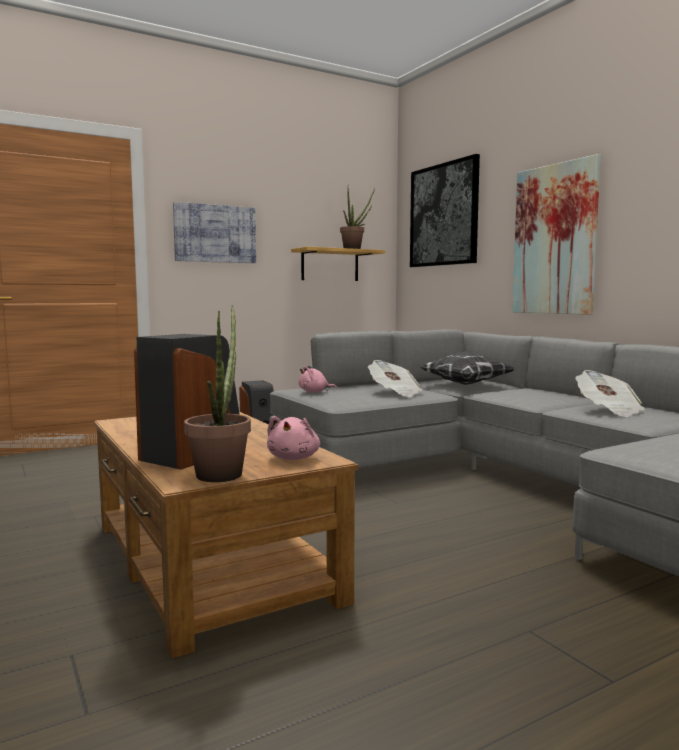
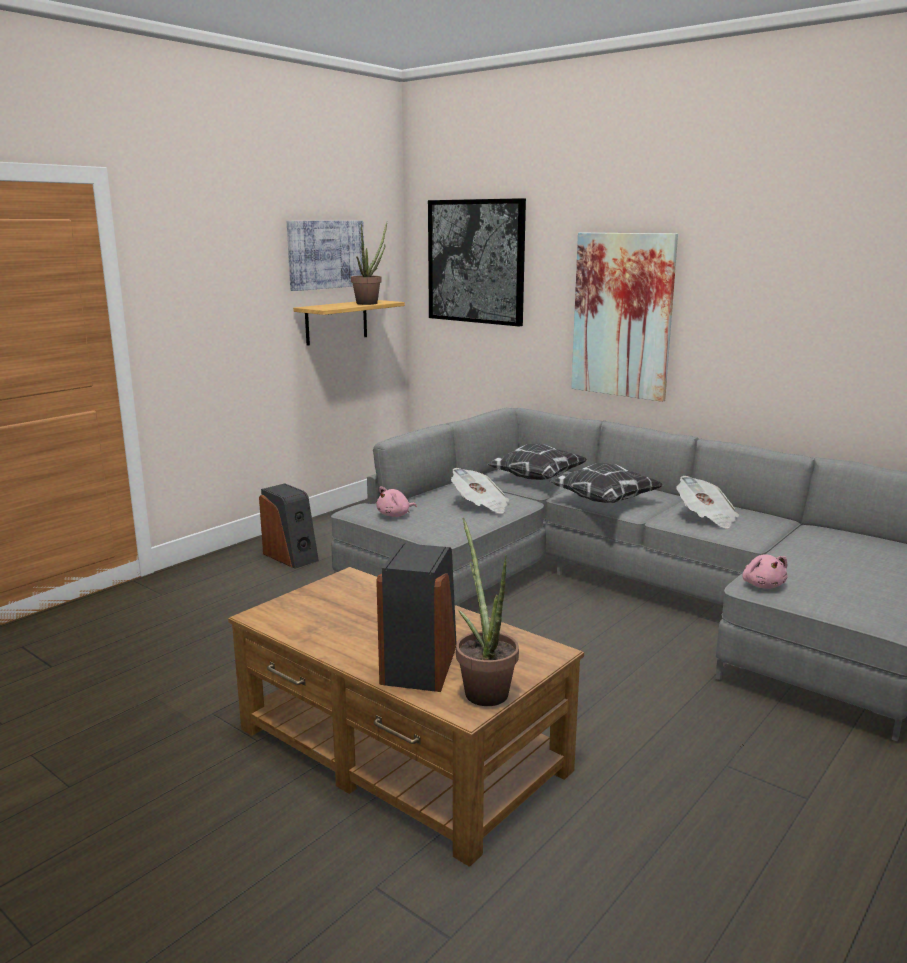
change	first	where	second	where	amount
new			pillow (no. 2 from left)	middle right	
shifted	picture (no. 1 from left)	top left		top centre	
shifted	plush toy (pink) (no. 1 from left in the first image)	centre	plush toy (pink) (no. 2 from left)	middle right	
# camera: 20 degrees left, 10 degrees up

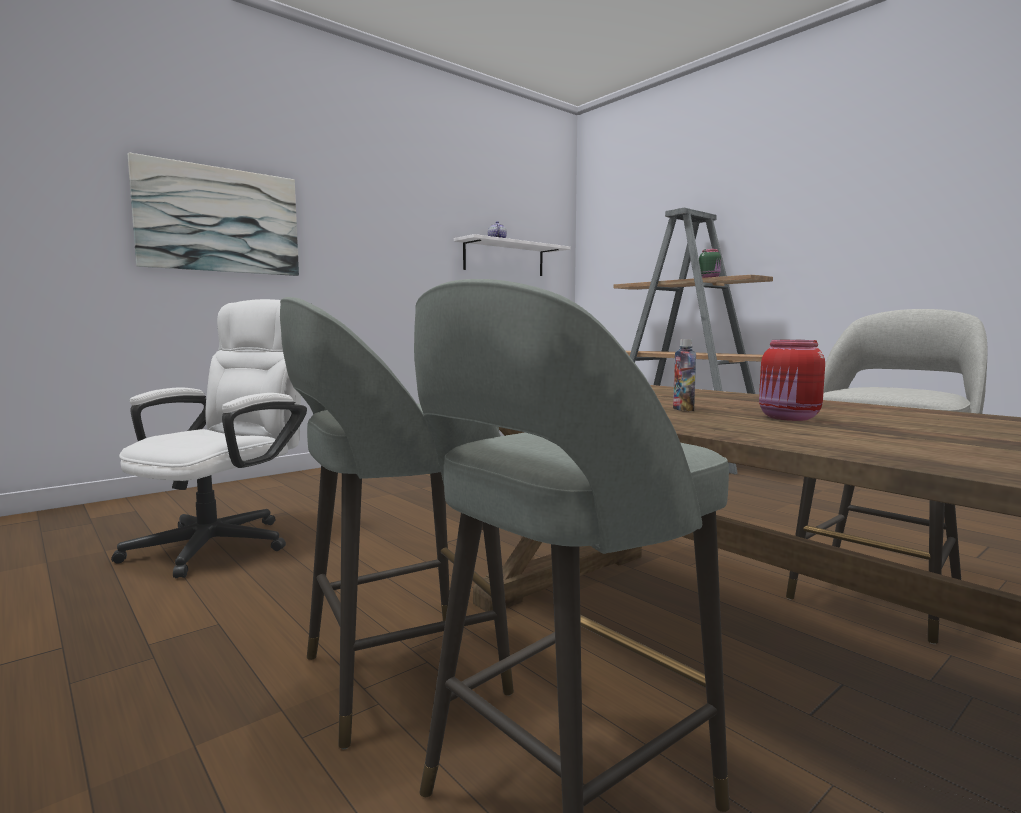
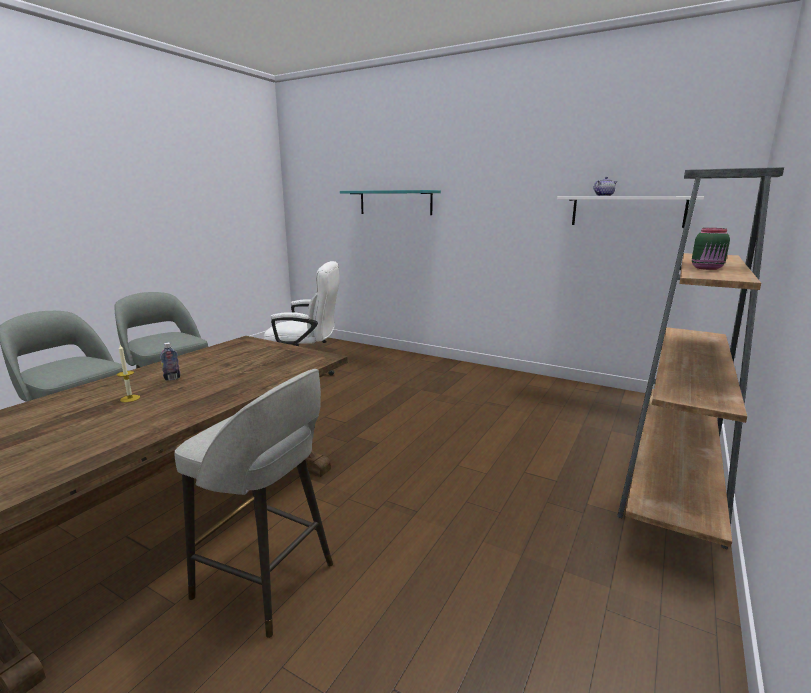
change	first	where	second	where	amount
swapped	picture	top left	shelf (turquoise)	top centre	
swapped	jar (red)	middle right	candle	middle left	
# camera: 70 degrees right, 10 degrees up

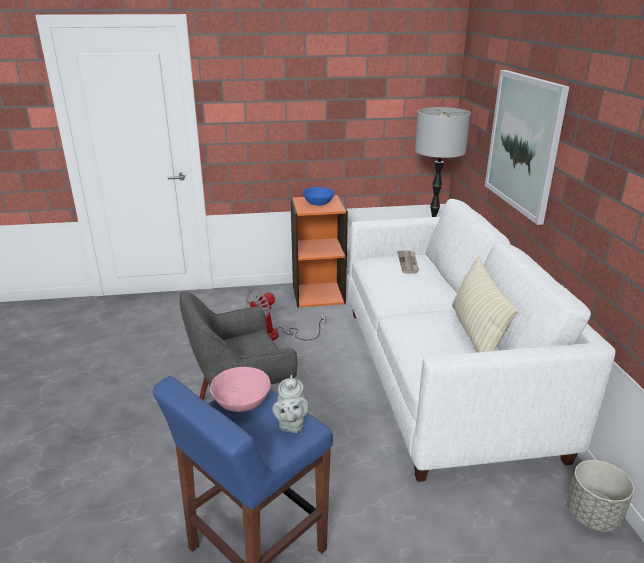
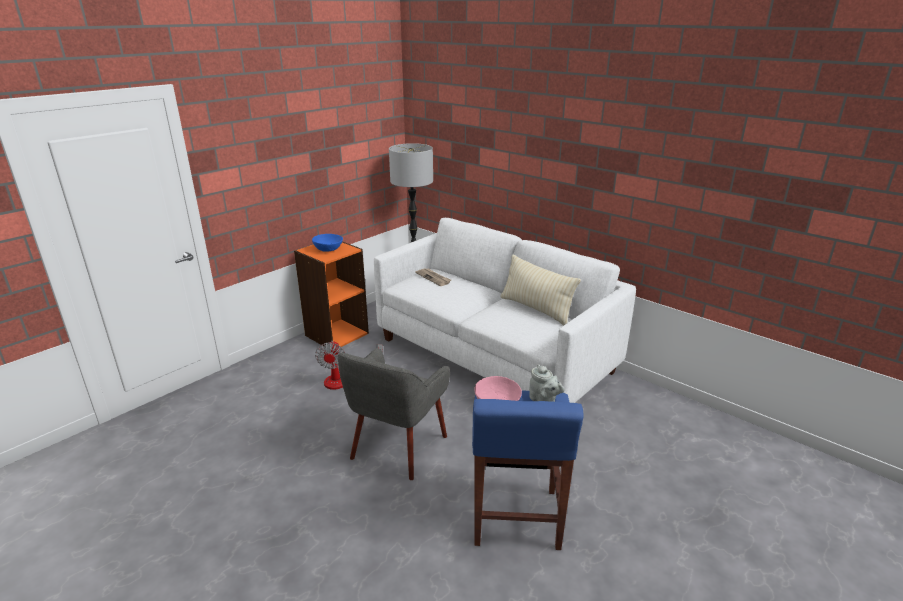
change	first	where	second	where	amount
gone	picture	top right			
gone	planter (grey)	bottom right			
# camera: 40 degrees left, 0 degrees up

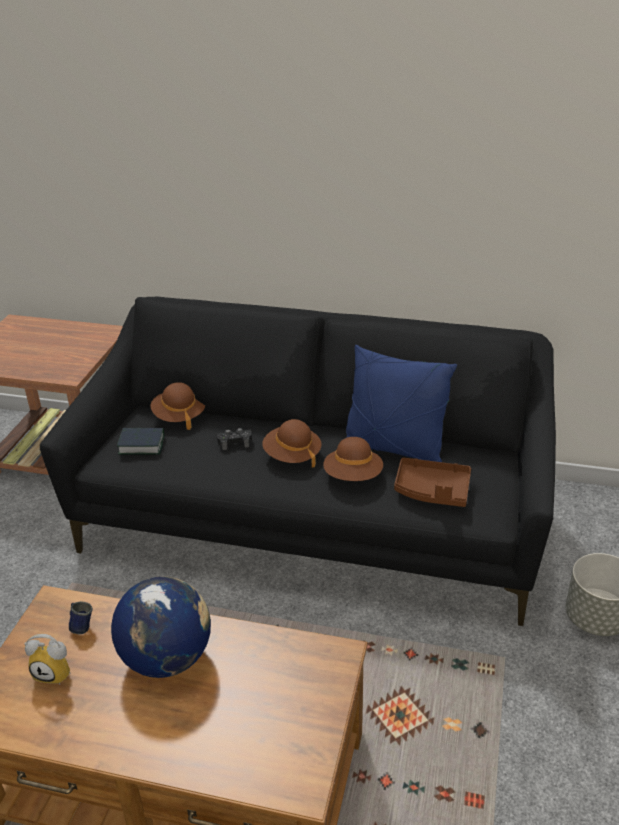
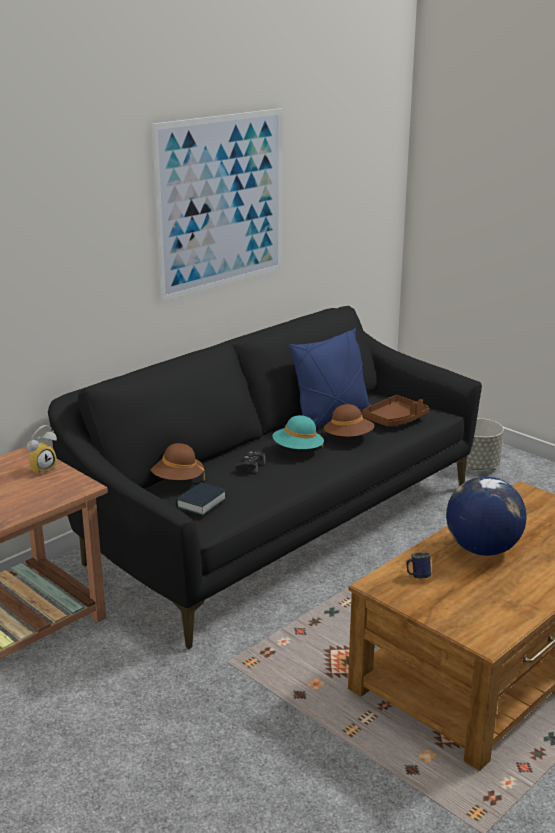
change	first	where	second	where	amount
new			picture	top centre	
shifted	alarm clock	bottom left		middle left	
repainted	hat (brown) (no. 2 from left)	centre	hat (turquoise)	centre	
# camera: 60 degrees left, 10 degrees down

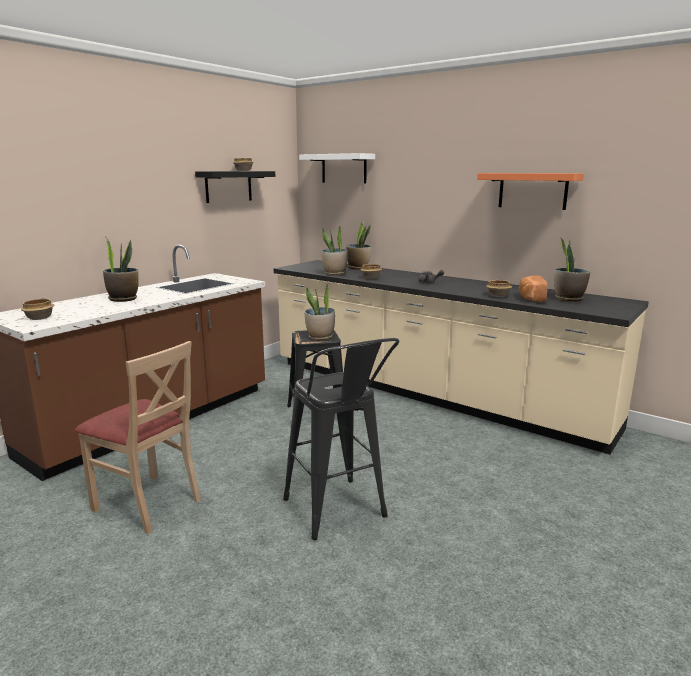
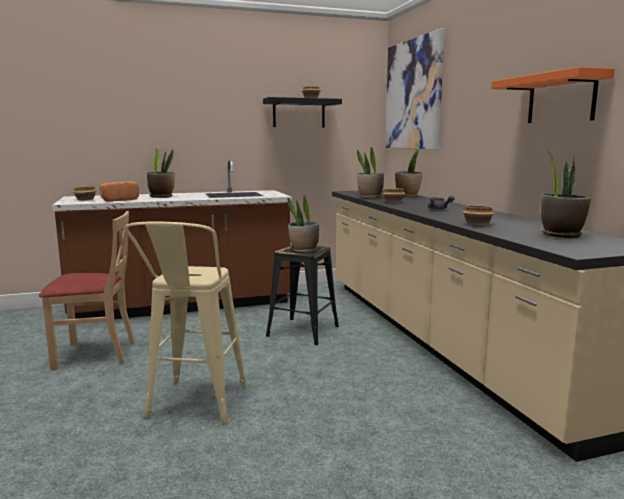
change	first	where	second	where	amount
shifted	bread	middle right		middle left	
swapped	shelf (white)	top centre	picture	top centre	
repainted	stool (black) (no. 2 from left)	centre	stool (beige)	middle left	
rotated	chair (beige)	middle left		middle left	75 degrees counterclockwise
# camera: 35 degrees right, 5 degrees down

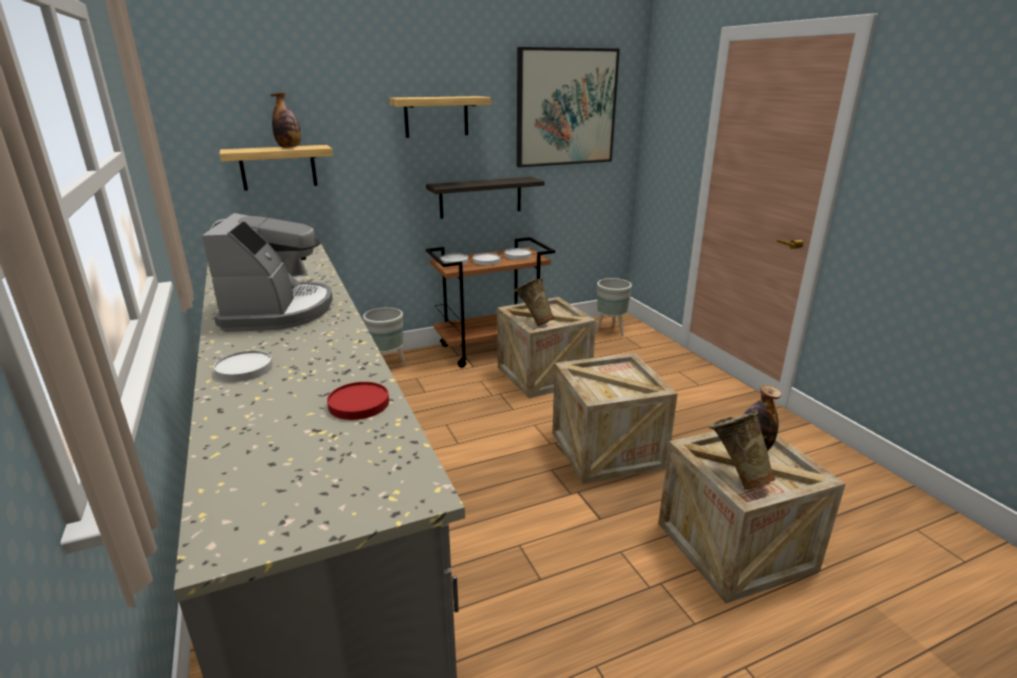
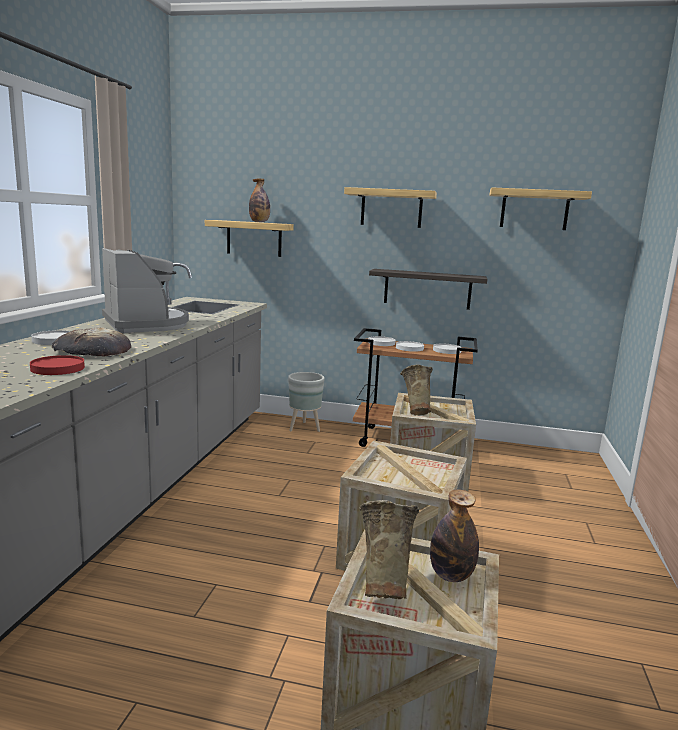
change	first	where	second	where	amount
gone	planter (grey) (no. 2 from left)	centre			
new			bread	middle left	
swapped	picture	top centre	shelf (no. 4 from left)	top right	
rotated	coffee machine	middle left		middle left	60 degrees counterclockwise
# camera: 35 degrees right, 10 degrees down

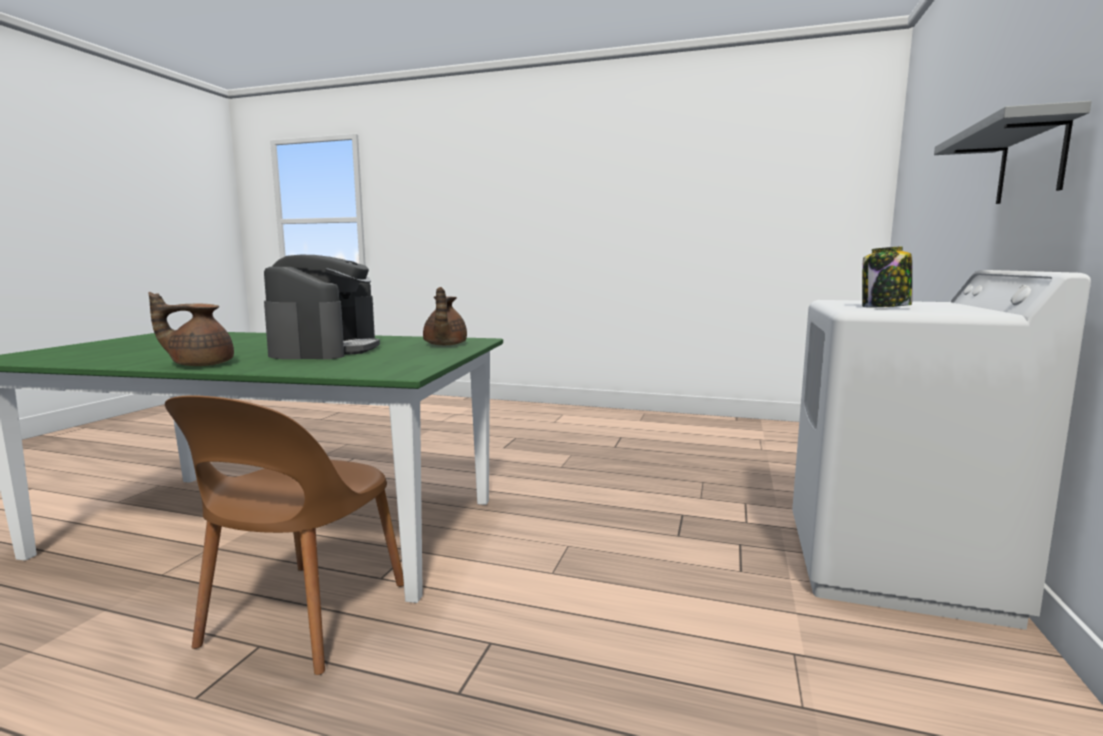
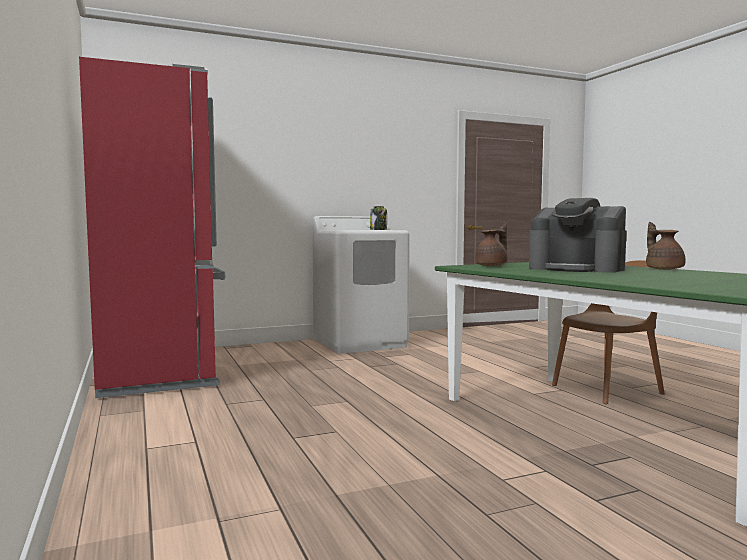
change	first	where	second	where	amount
gone	shelf (grey)	top right			
new			fridge (red)	middle left	
rotated	teapot (brown) (no. 1 from left in the first image)	middle left	teapot (brown) (no. 2 from left)	middle right	135 degrees counterclockwise
rotated	coffee machine	middle left		middle right	105 degrees counterclockwise
# camera: 130 degrees left, 5 degrees down

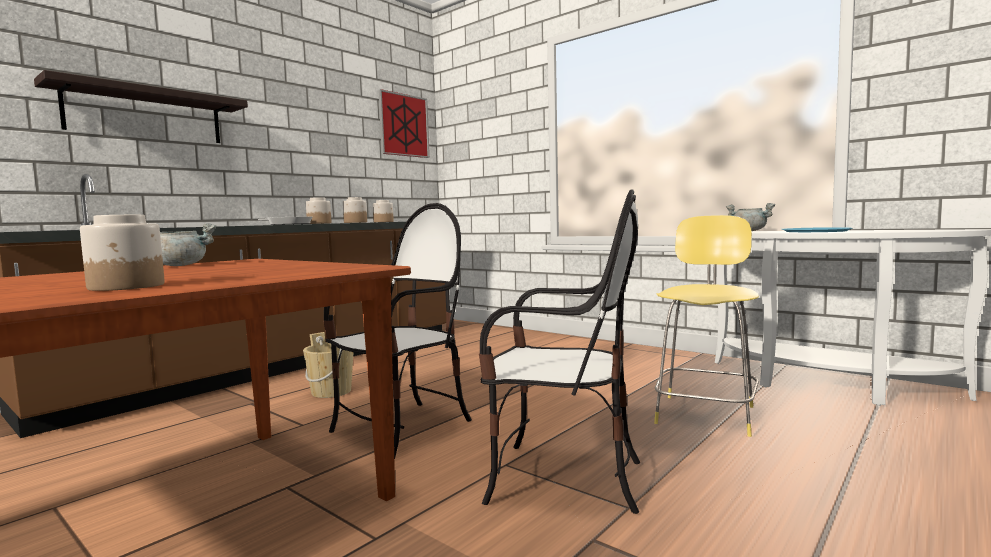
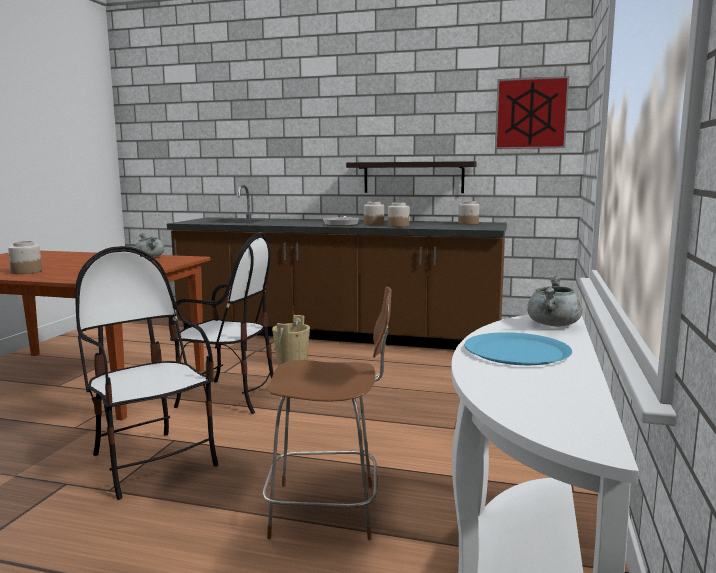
change	first	where	second	where	amount
shifted	shelf	top left		top centre	
repainted	stool (yellow)	middle right	stool (brown)	bottom centre	
rotated	chair (no. 2 from left in the first image)	centre	chair (no. 1 from left)	middle left	150 degrees clockwise
# camera: 65 degrees right, 5 degrees up

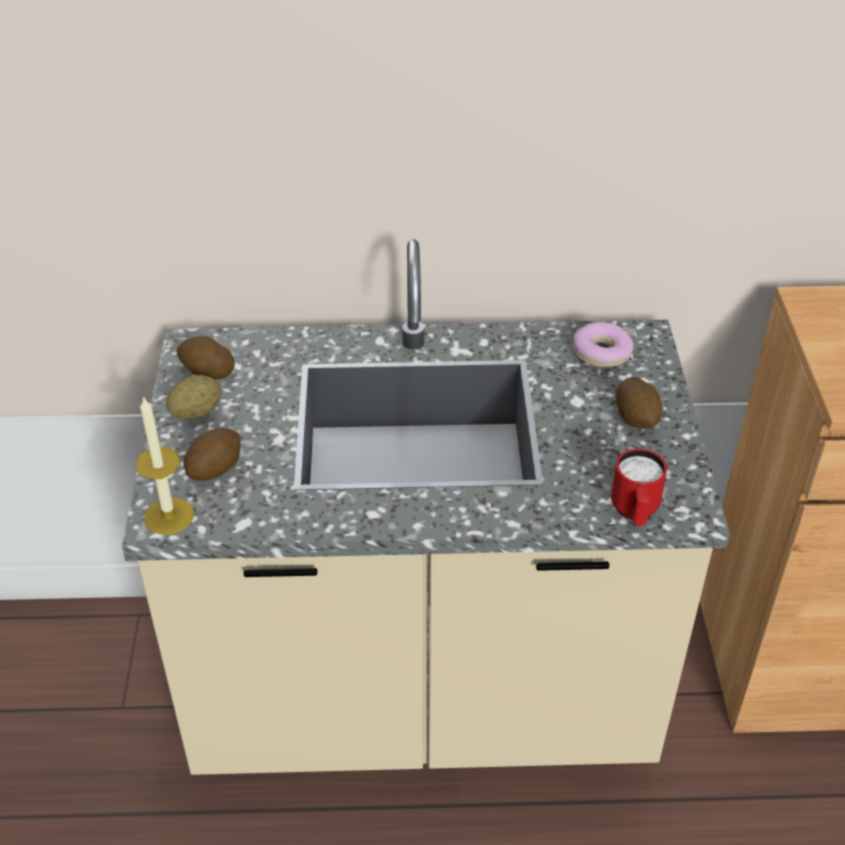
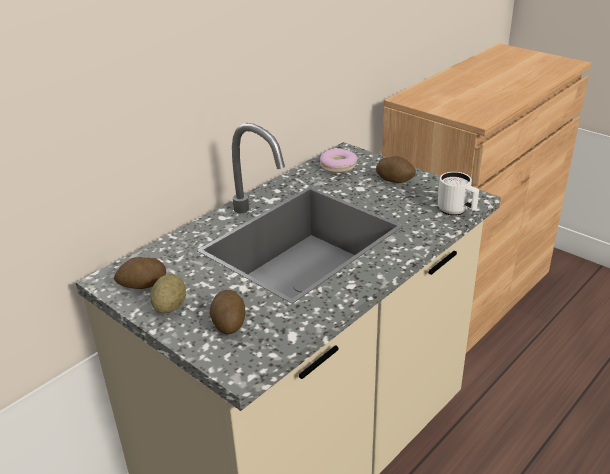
change	first	where	second	where	amount
gone	candle	middle left			
repainted	mug (red)	middle right	mug (white)	middle right	
# camera: 45 degrees left, 10 degrees down

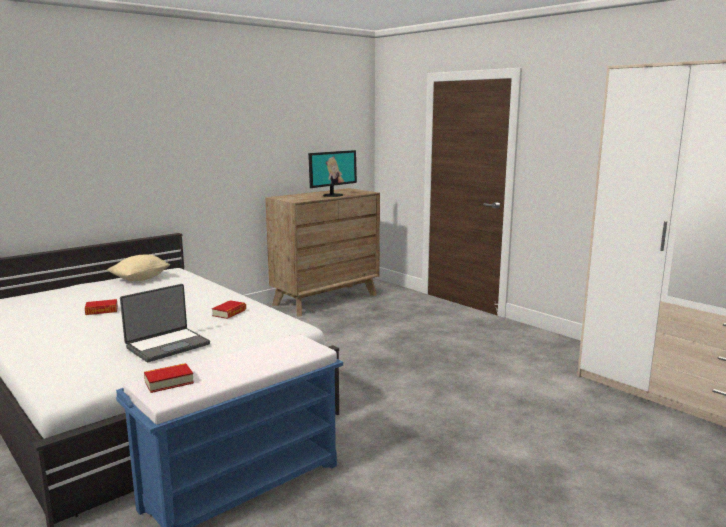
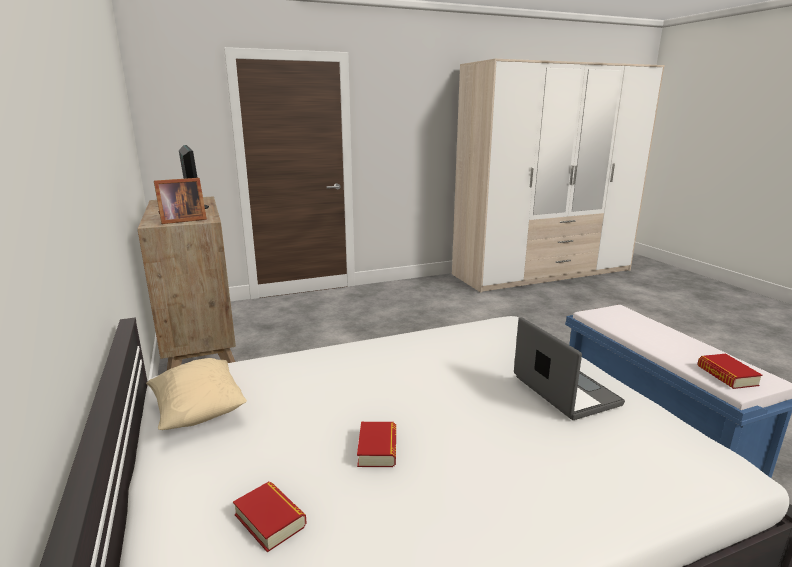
change	first	where	second	where	amount
new			picture frame	middle left	
shifted	book (no. 3 from left in the first image)	middle left	book (no. 1 from left)	bottom centre	
# camera: 70 degrees left, 5 degrees up

